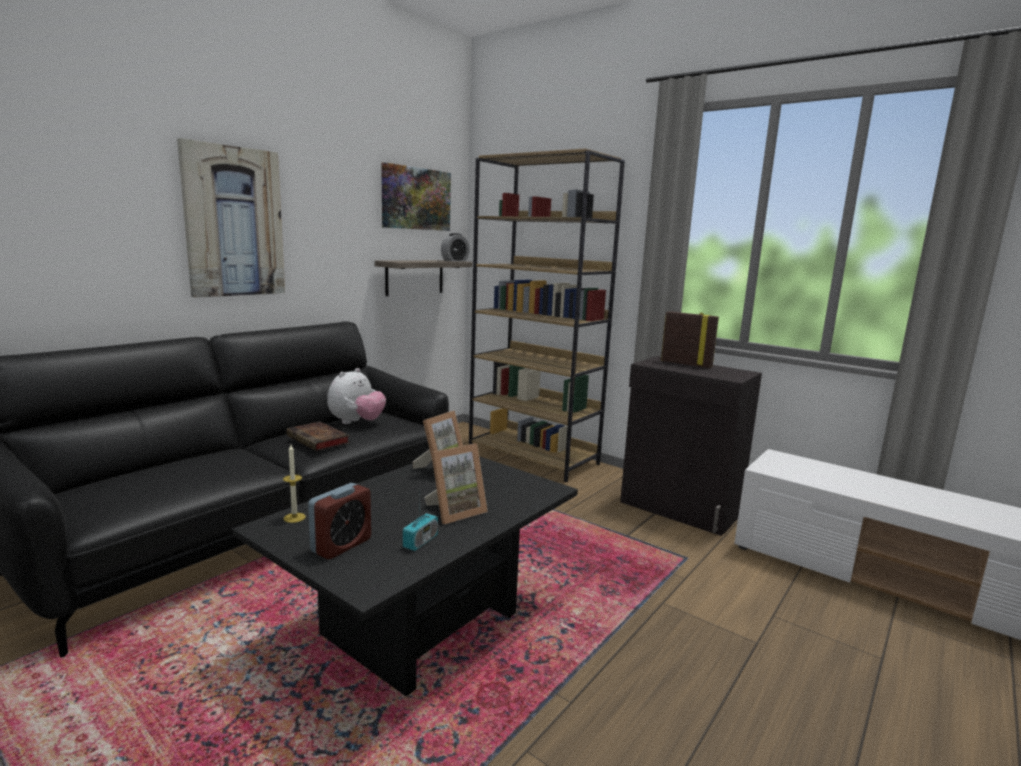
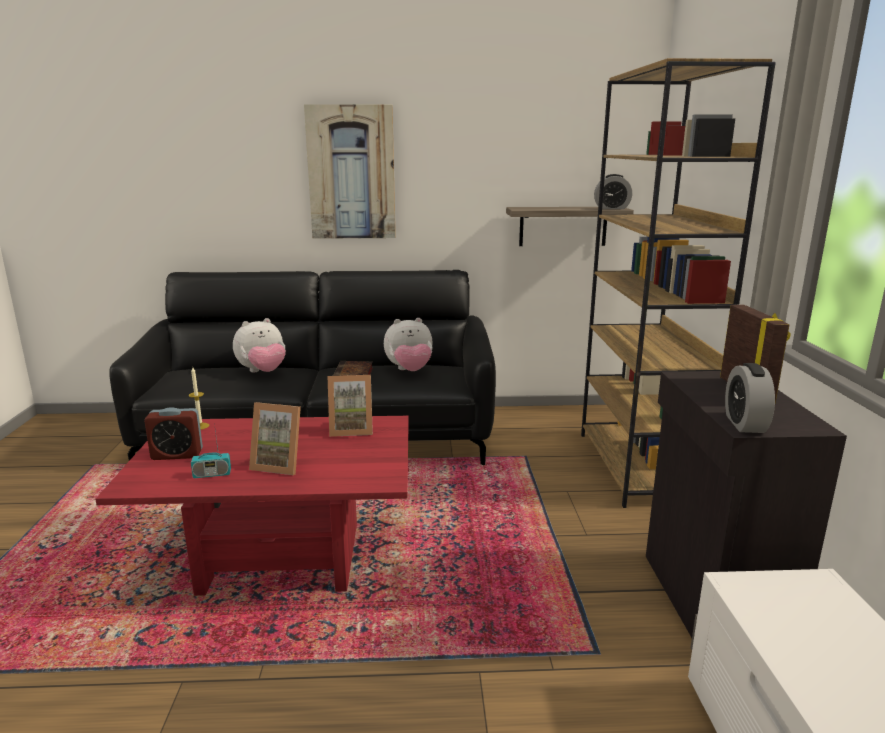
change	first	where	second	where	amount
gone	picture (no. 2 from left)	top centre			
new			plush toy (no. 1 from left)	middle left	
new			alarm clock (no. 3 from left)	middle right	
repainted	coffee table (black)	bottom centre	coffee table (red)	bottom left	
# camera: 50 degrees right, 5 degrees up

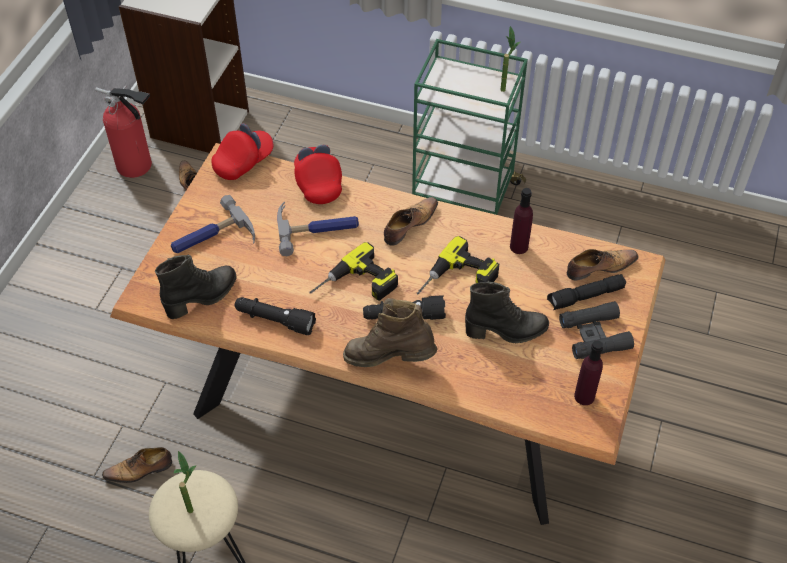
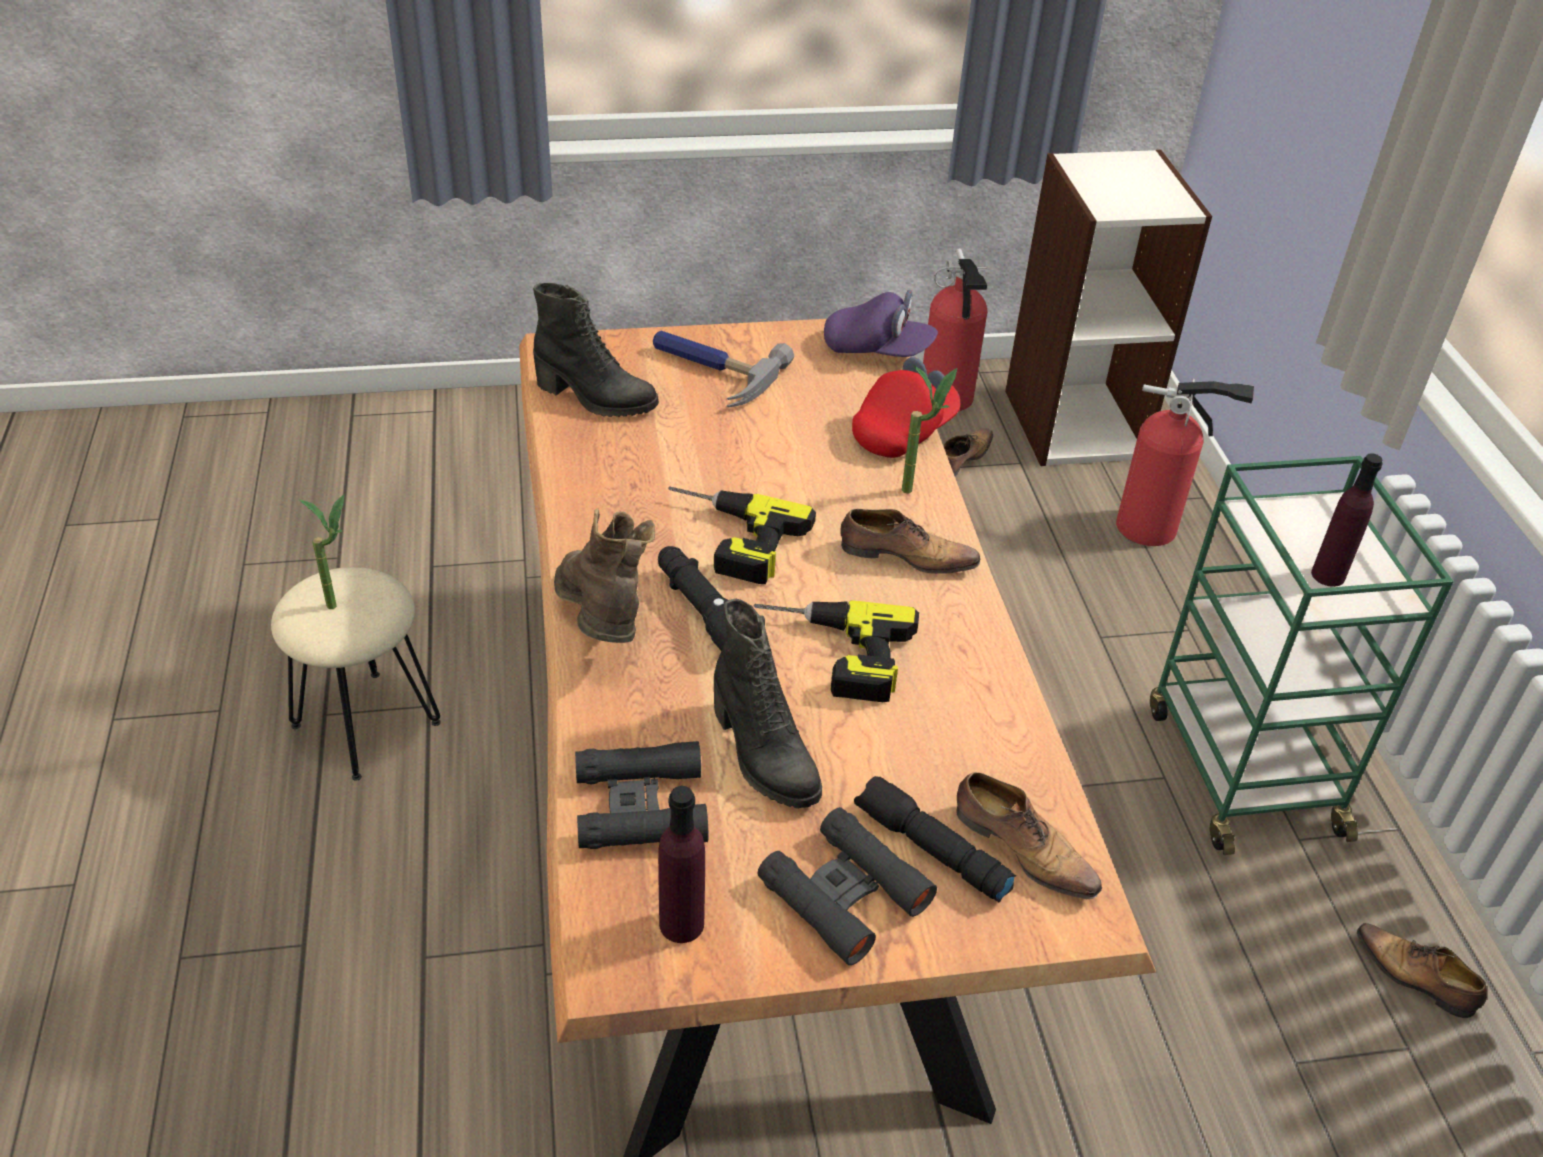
change	first	where	second	where	amount
gone	flashlight (black) (no. 1 from left)	centre			
gone	hammer (no. 2 from left)	centre			
new			binoculars (black) (no. 1 from left)	bottom centre	
new			fire extinguisher (no. 2 from left)	middle right	
shifted	shoe (no. 1 from left in the first image)	bottom left	shoe (no. 4 from left)	bottom right	
shifted	potted plant (no. 2 from left)	top centre		centre	
shifted	bottle (purple) (no. 1 from left in the first image)	centre	bottle (purple) (no. 2 from left)	middle right	
repainted	cap (red) (no. 1 from left)	top left	cap (purple)	top centre	
# camera: 60 degrees right, 10 degrees down

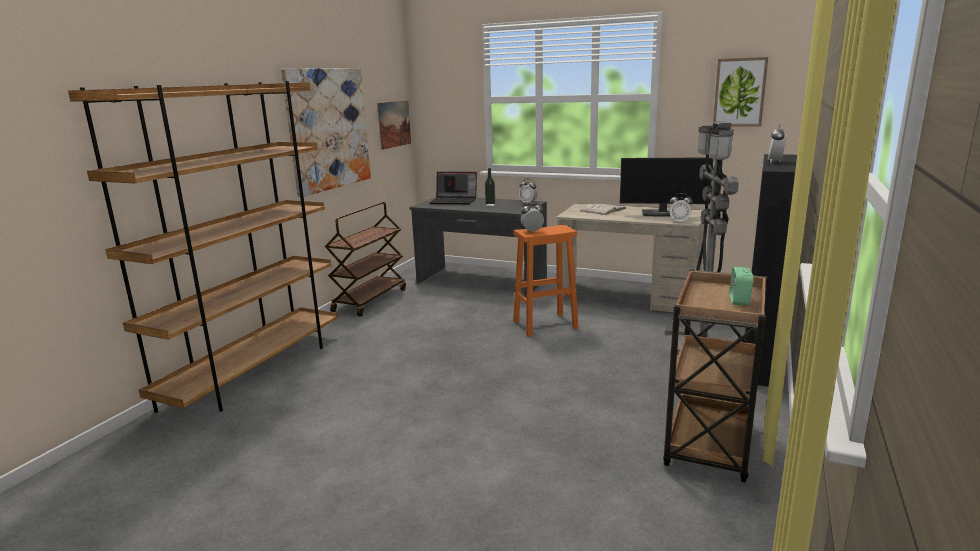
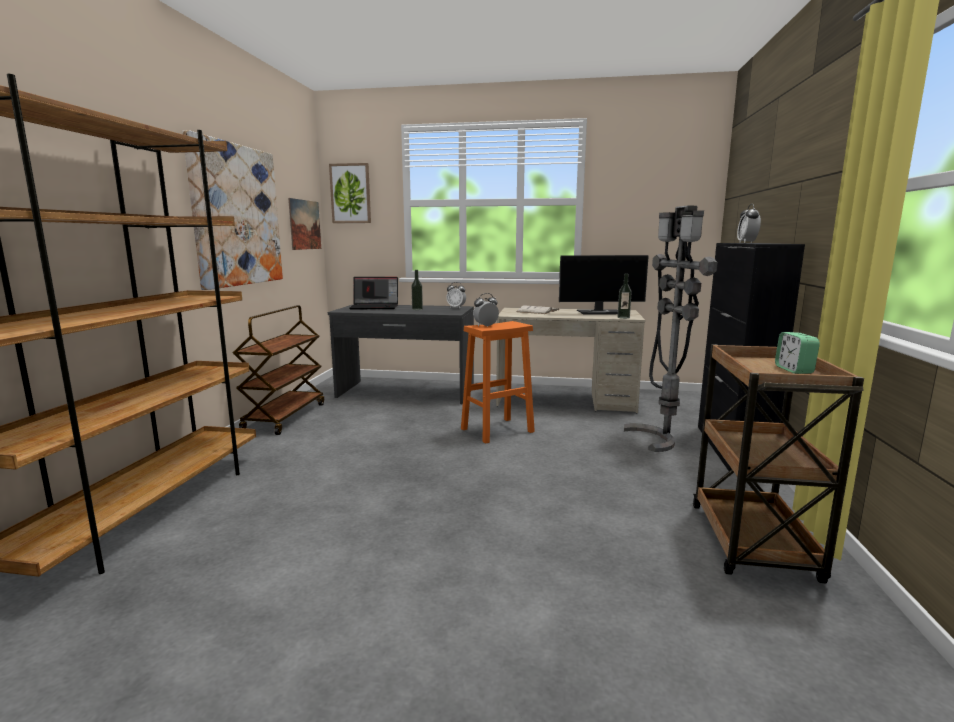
change	first	where	second	where	amount
shifted	picture (no. 3 from left)	top right		top centre	
swapped	alarm clock (no. 3 from left)	middle right	bottle (no. 2 from left)	centre	
# camera: 15 degrees left, 5 degrees down

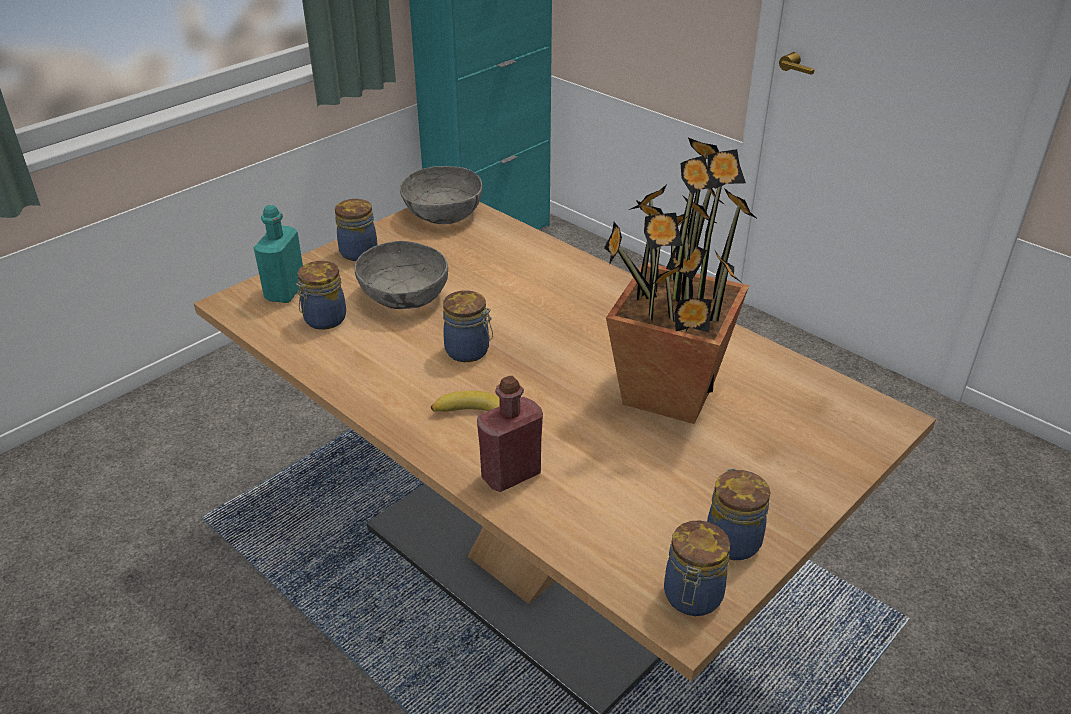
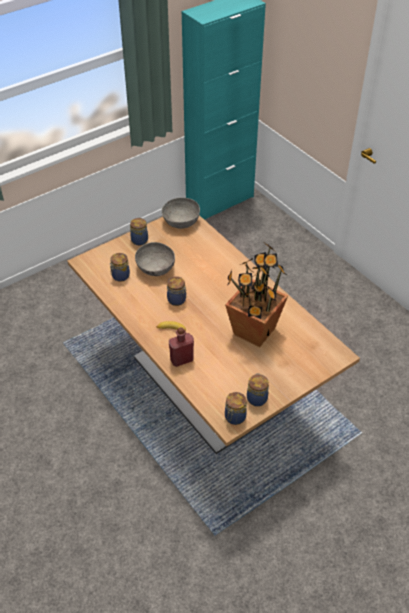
change	first	where	second	where	amount
gone	bottle (turquoise)	middle left			
# camera: 10 degrees right, 10 degrees up

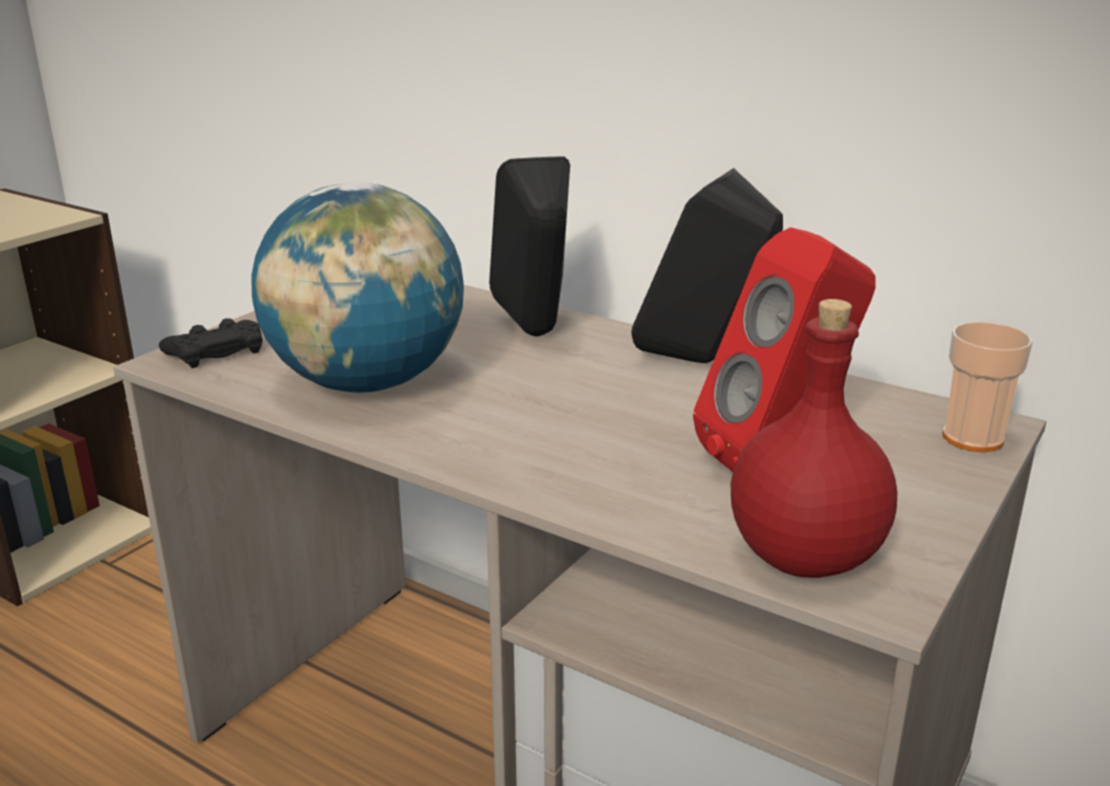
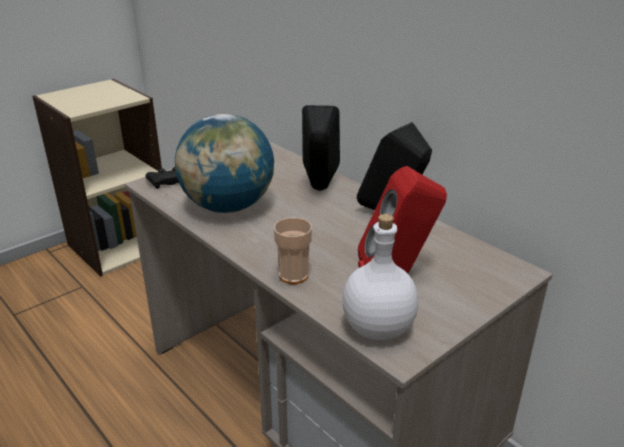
change	first	where	second	where	amount
shifted	cup	middle right		centre	
repainted	bottle (red)	middle right	bottle (white)	centre	
# camera: 15 degrees right, 5 degrees up

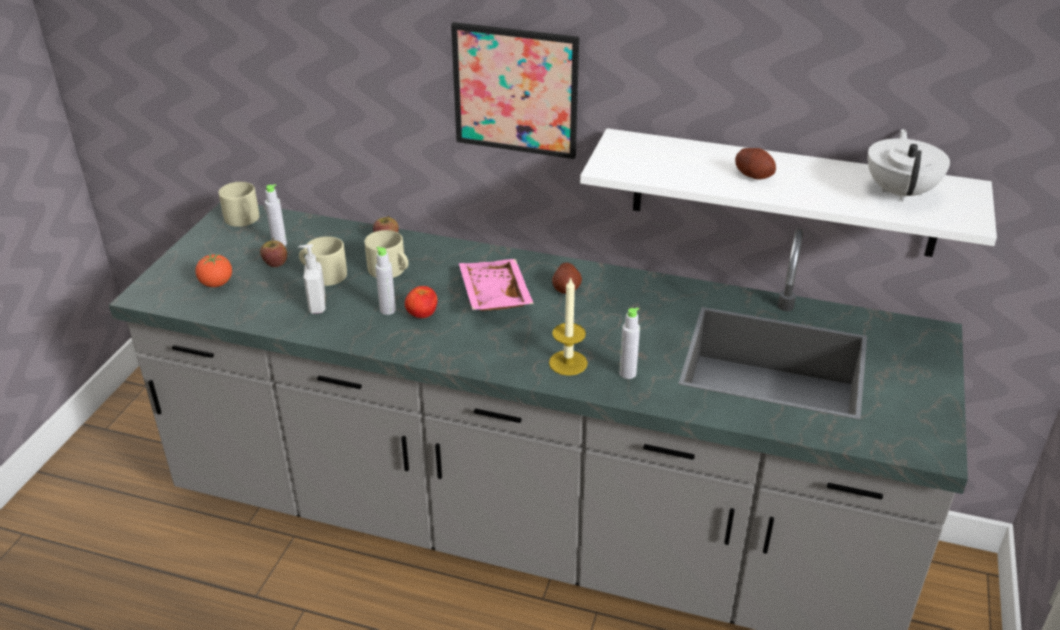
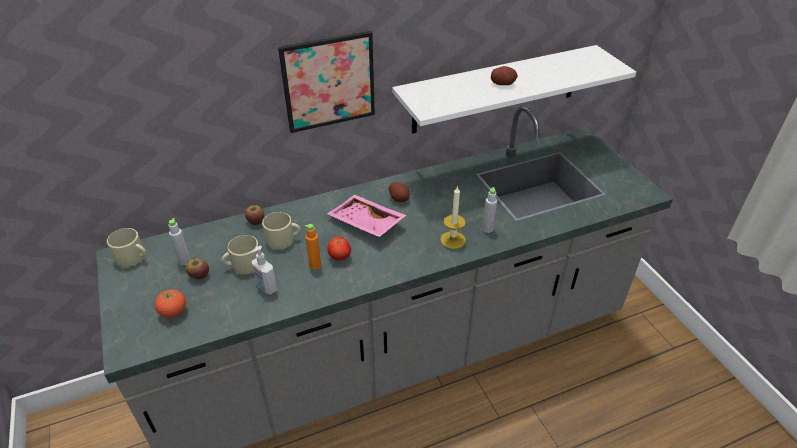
change	first	where	second	where	amount
gone	teapot (white)	top right			
repainted	bottle (grey) (no. 2 from left)	centre	bottle (orange)	centre	
# camera: 40 degrees left, 5 degrees up

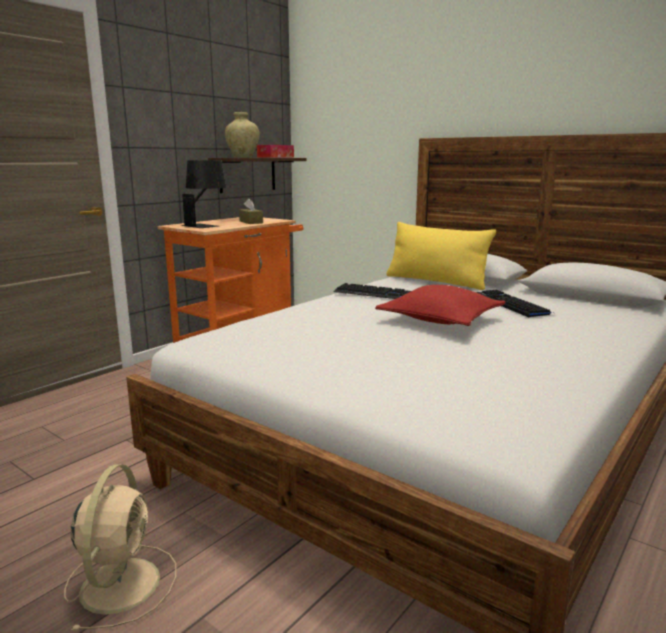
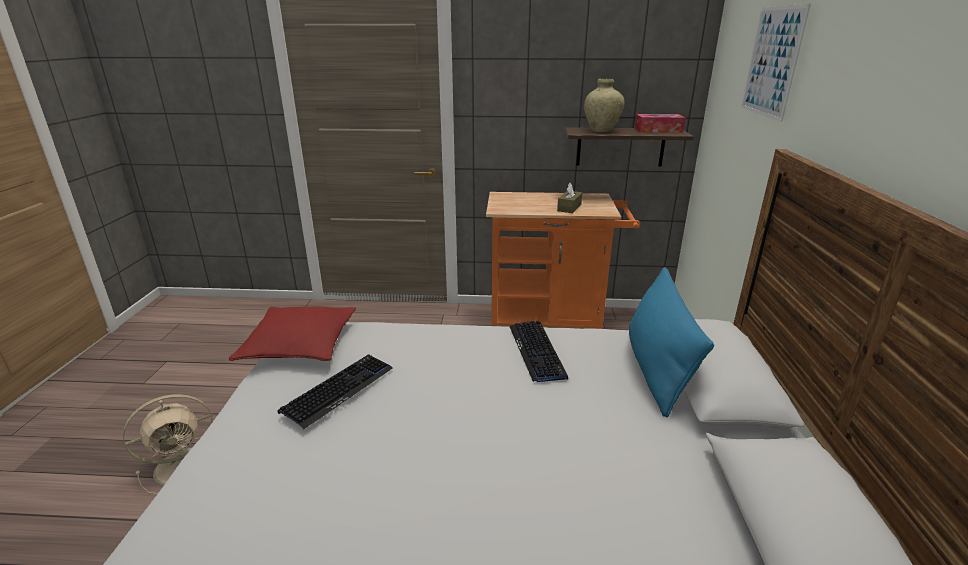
change	first	where	second	where	amount
gone	table lamp (black)	top left			
new			picture	top right	
shifted	pillow (red)	centre		middle left	
shifted	keyboard (no. 2 from left in the first image)	middle right	keyboard (no. 1 from left)	bottom centre	
repainted	pillow (yellow)	centre	pillow (blue)	middle right	
# camera: 55 degrees right, 10 degrees up

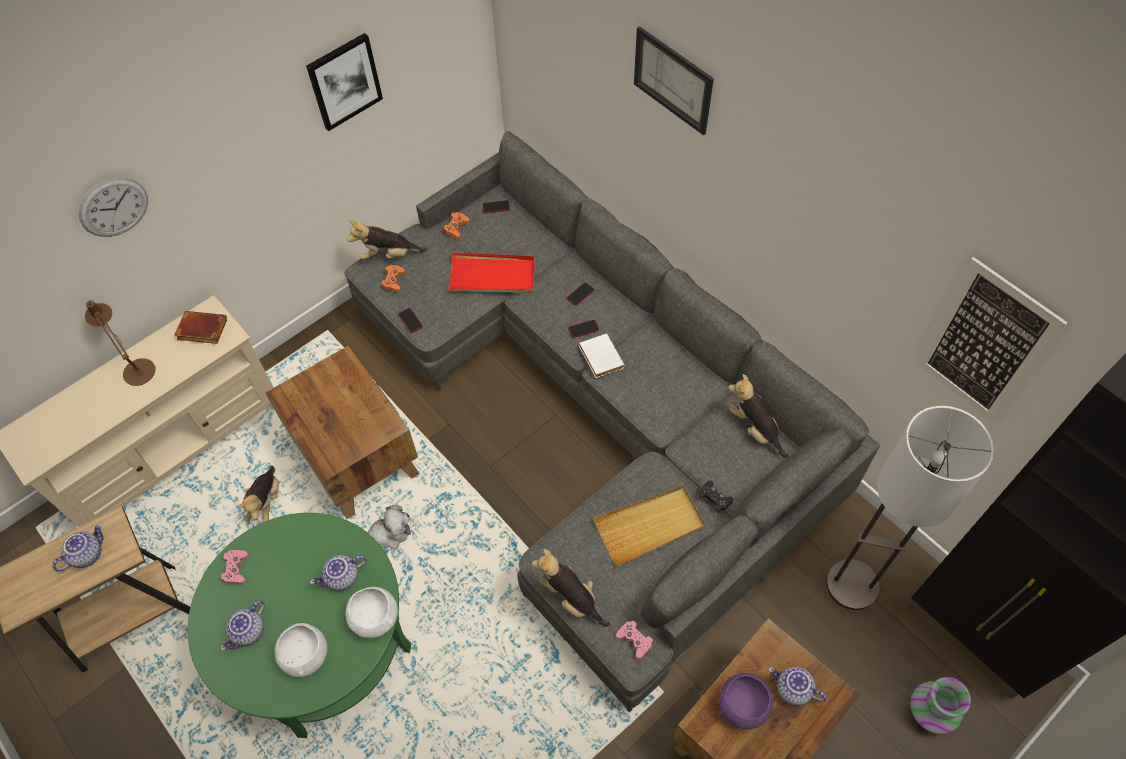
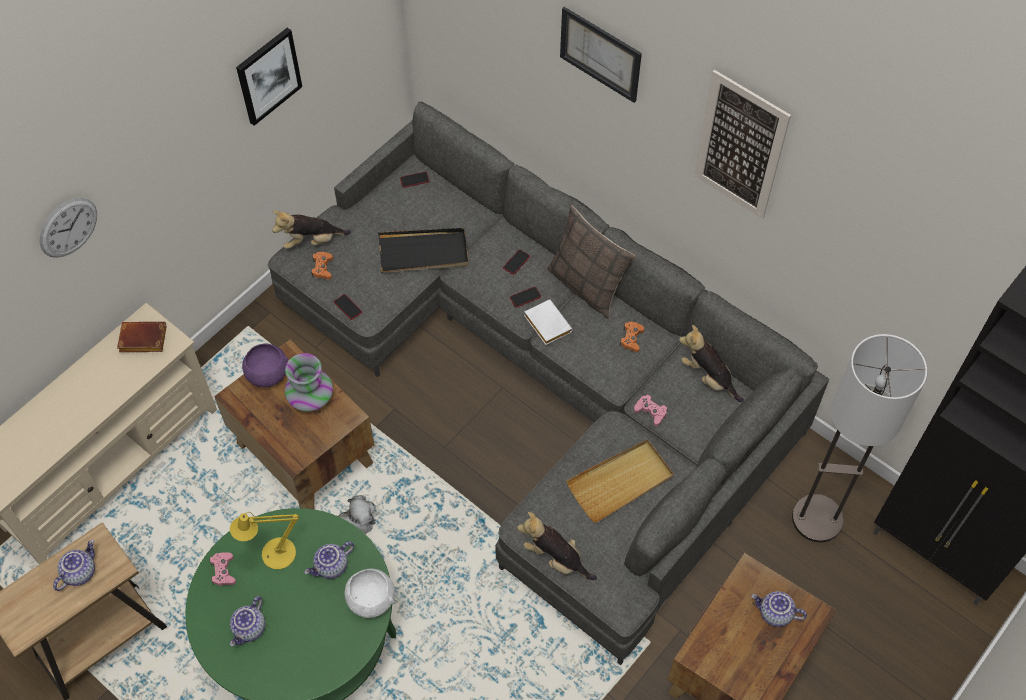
change	first	where	second	where	amount
gone	table lamp (brown)	middle left			
gone	plush toy (no. 1 from left)	middle left			
gone	bowl (white) (no. 1 from left)	bottom left			
gone	game controller (black)	centre			
new			table lamp (yellow)	bottom left	
new			pillow	centre	
shifted	game controller (orange) (no. 2 from left)	top centre		centre	
shifted	game controller (pink) (no. 2 from left)	bottom centre		centre	
shifted	bowl (purple)	bottom centre		middle left	
shifted	vase	bottom right		middle left	
shifted	picture (no. 3 from left)	middle right		top right	
repainted	tray (red)	centre	tray (black)	centre	
# camera: 10 degrees left, 0 degrees up

